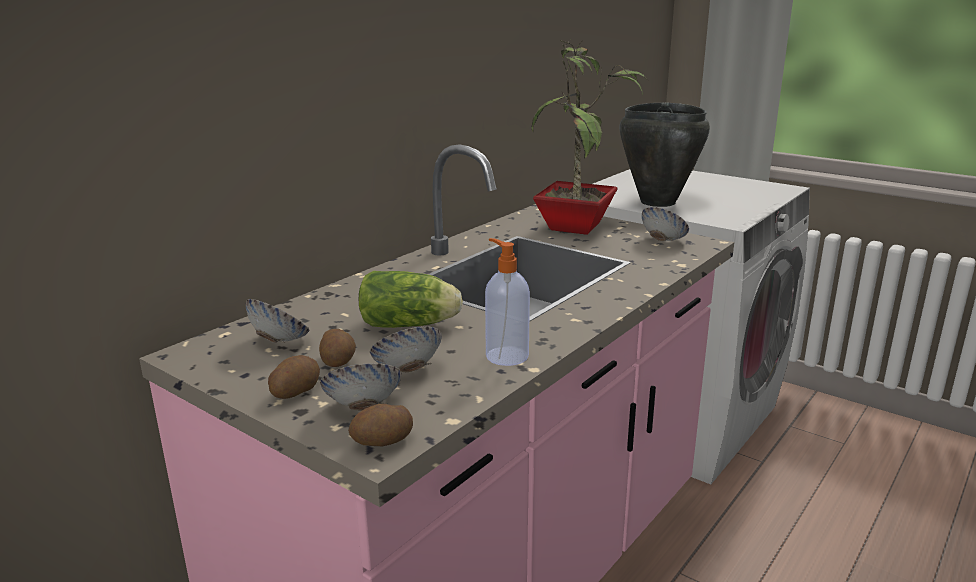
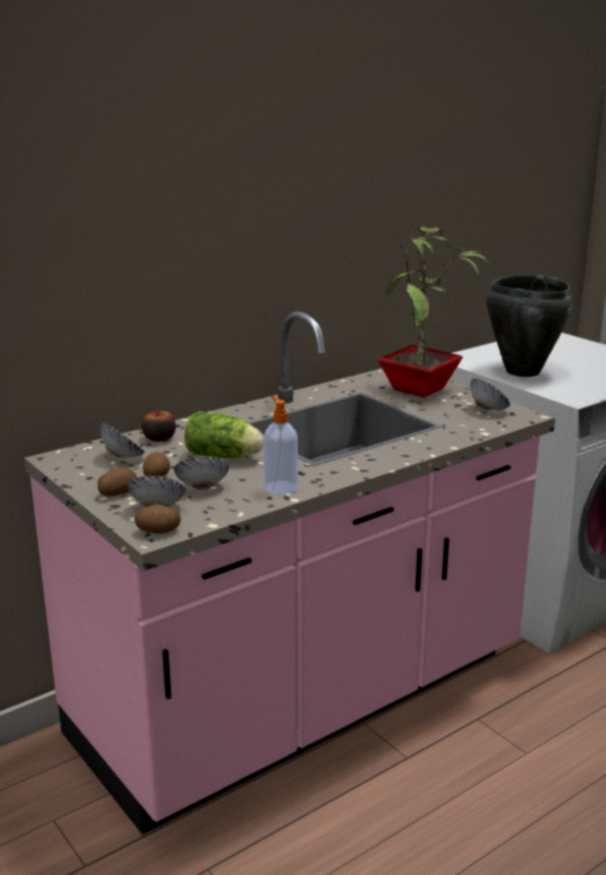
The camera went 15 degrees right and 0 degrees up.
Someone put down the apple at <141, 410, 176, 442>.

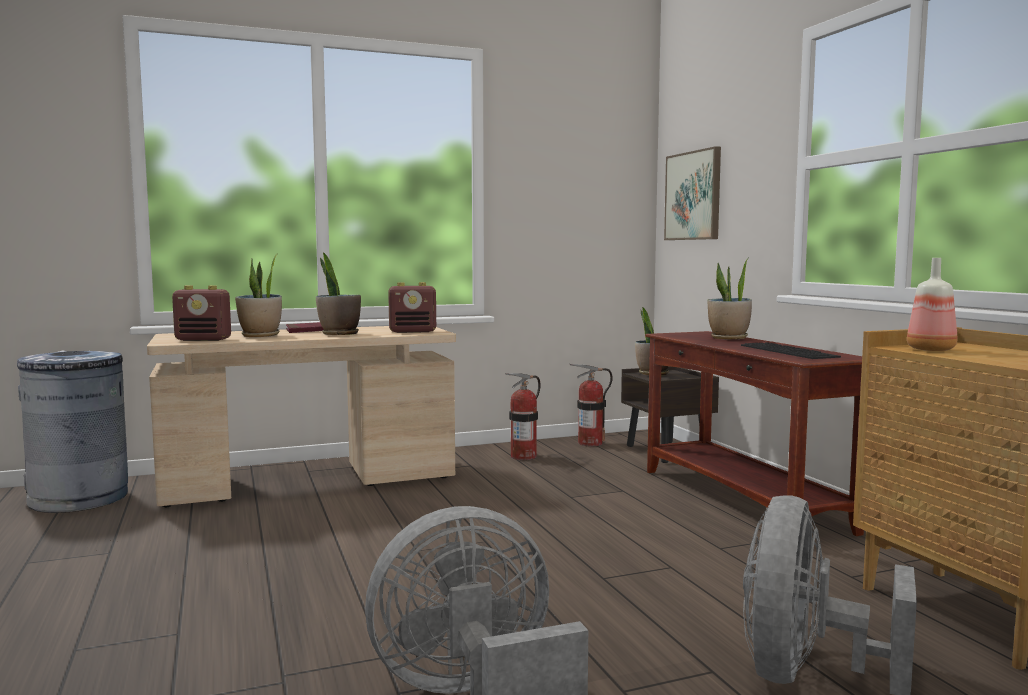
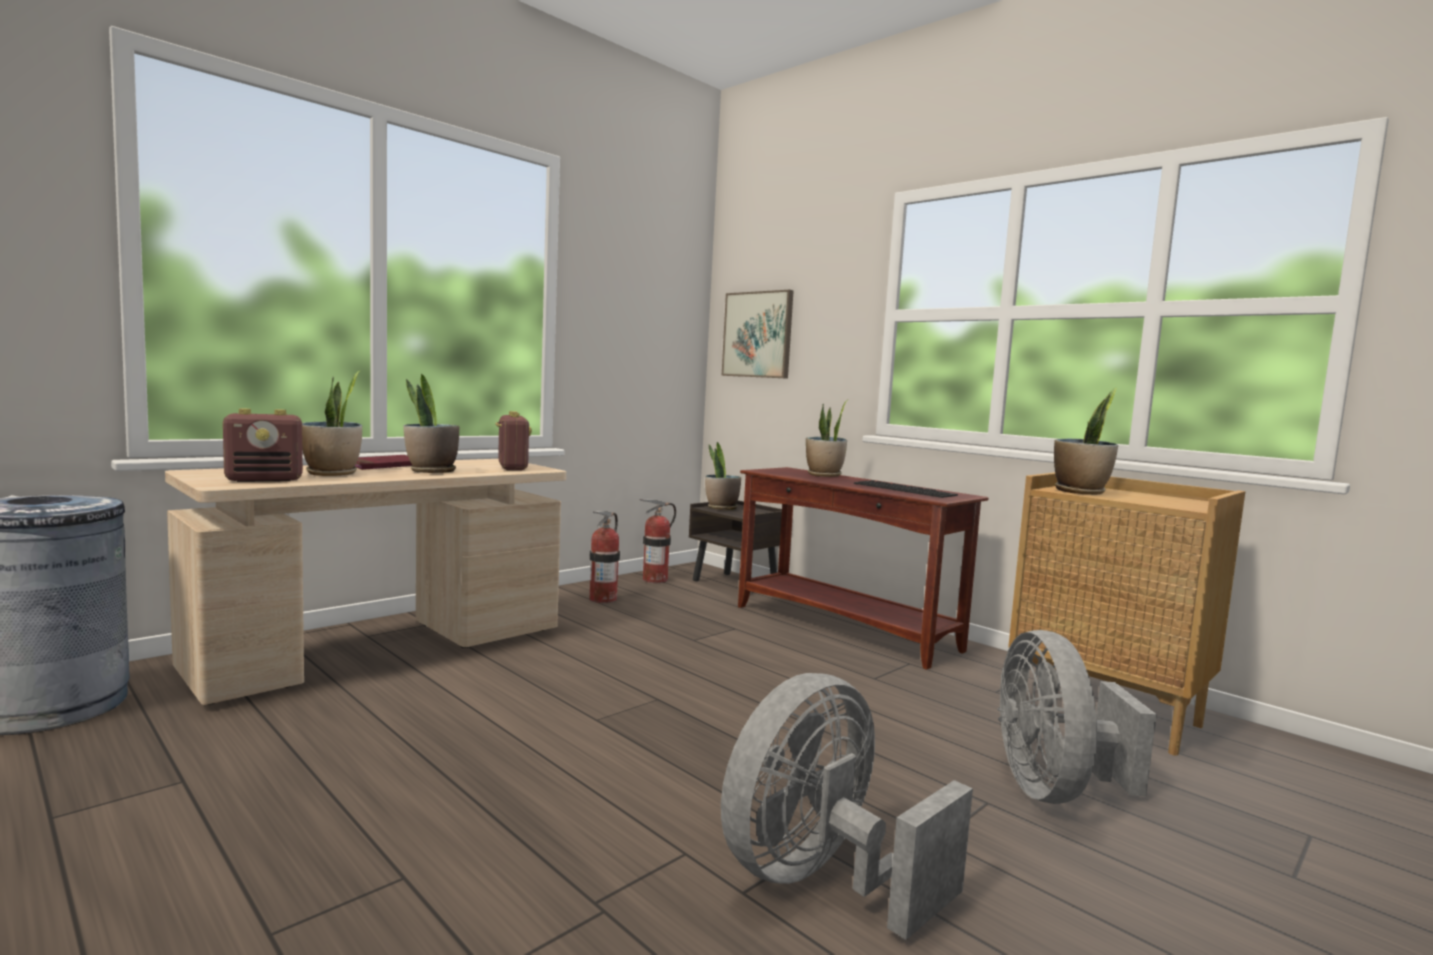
The camera went 25 degrees left and 0 degrees up.
Someone rotated the radio at <388, 282, 436, 333> by 75 degrees counterclockwise.
Someone swapped the bottle at <907, 258, 957, 351> for the potted plant at <1054, 388, 1118, 495>.

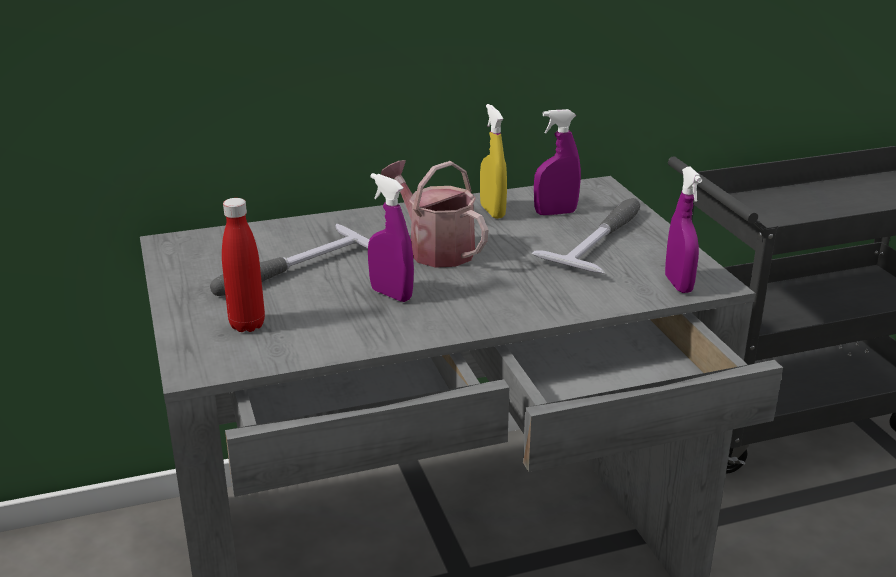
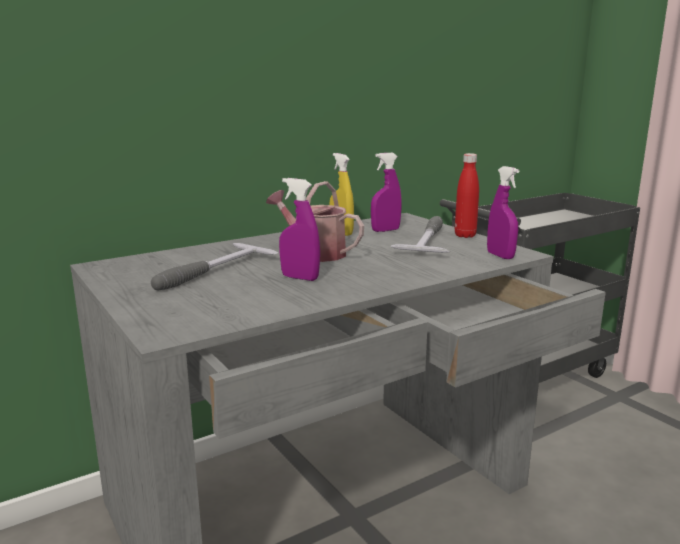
The camera went 15 degrees left and 10 degrees down.
Someone carried the bottle in red from <222, 198, 265, 332> to <455, 153, 479, 238>.

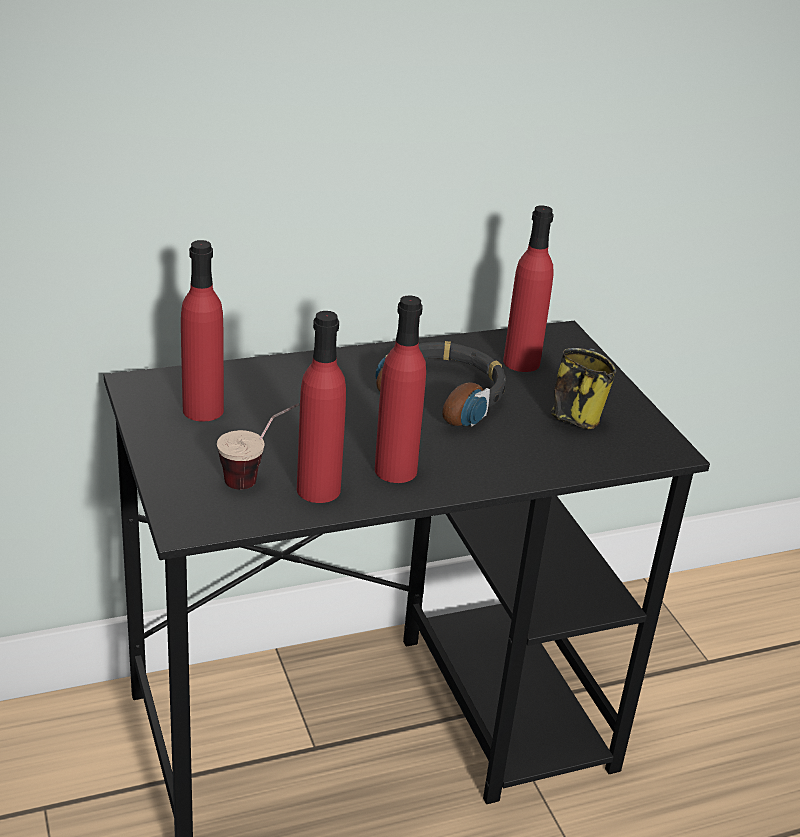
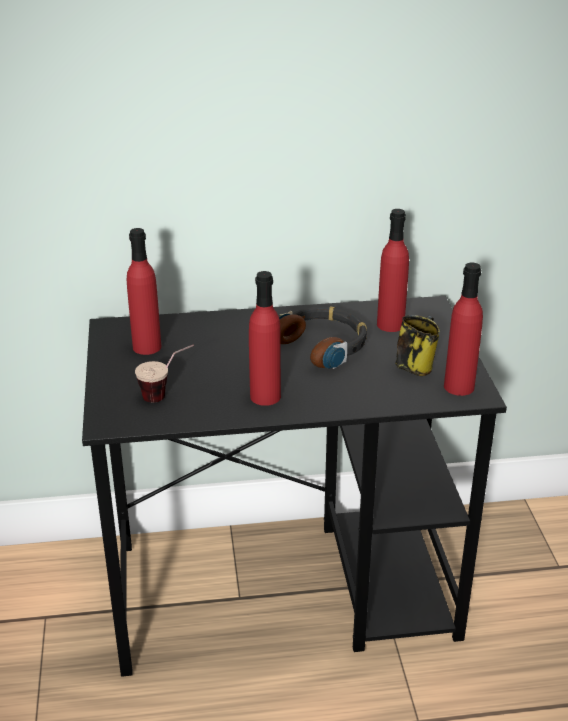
The camera went 15 degrees right and 0 degrees up.
Someone carried the bottle in red from <297, 311, 346, 503> to <444, 262, 483, 396>.

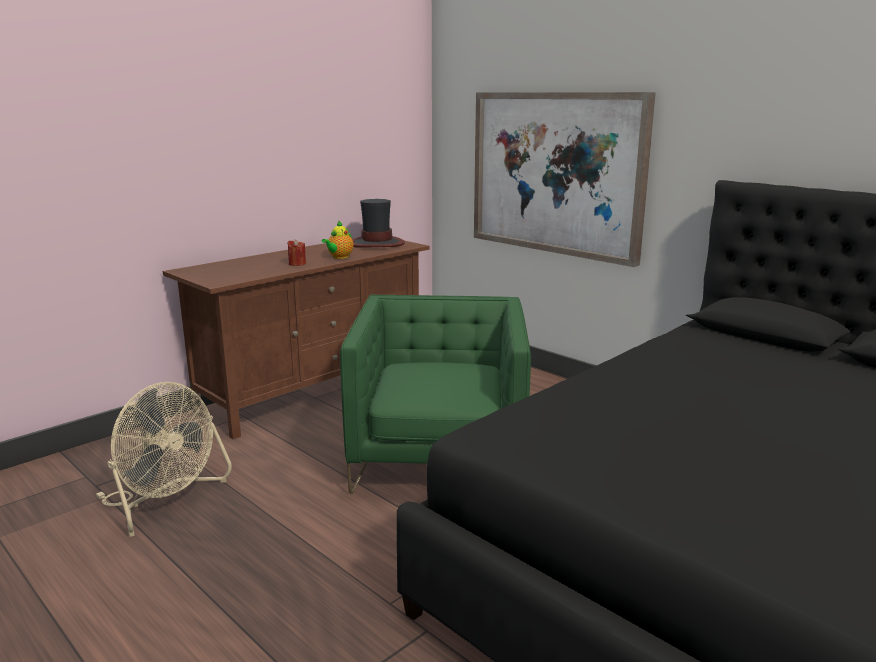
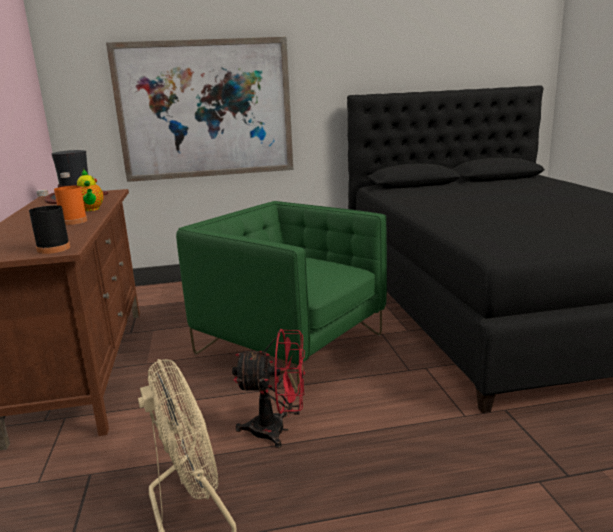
The camera went 55 degrees left and 0 degrees up.
Someone swapped the candle in red at <287, 239, 306, 266> for the bottle in orange at <54, 172, 87, 225>.
Someone put down the bottle in black at <29, 190, 70, 254>.
Someone put down the fan in red at <232, 329, 305, 448>.

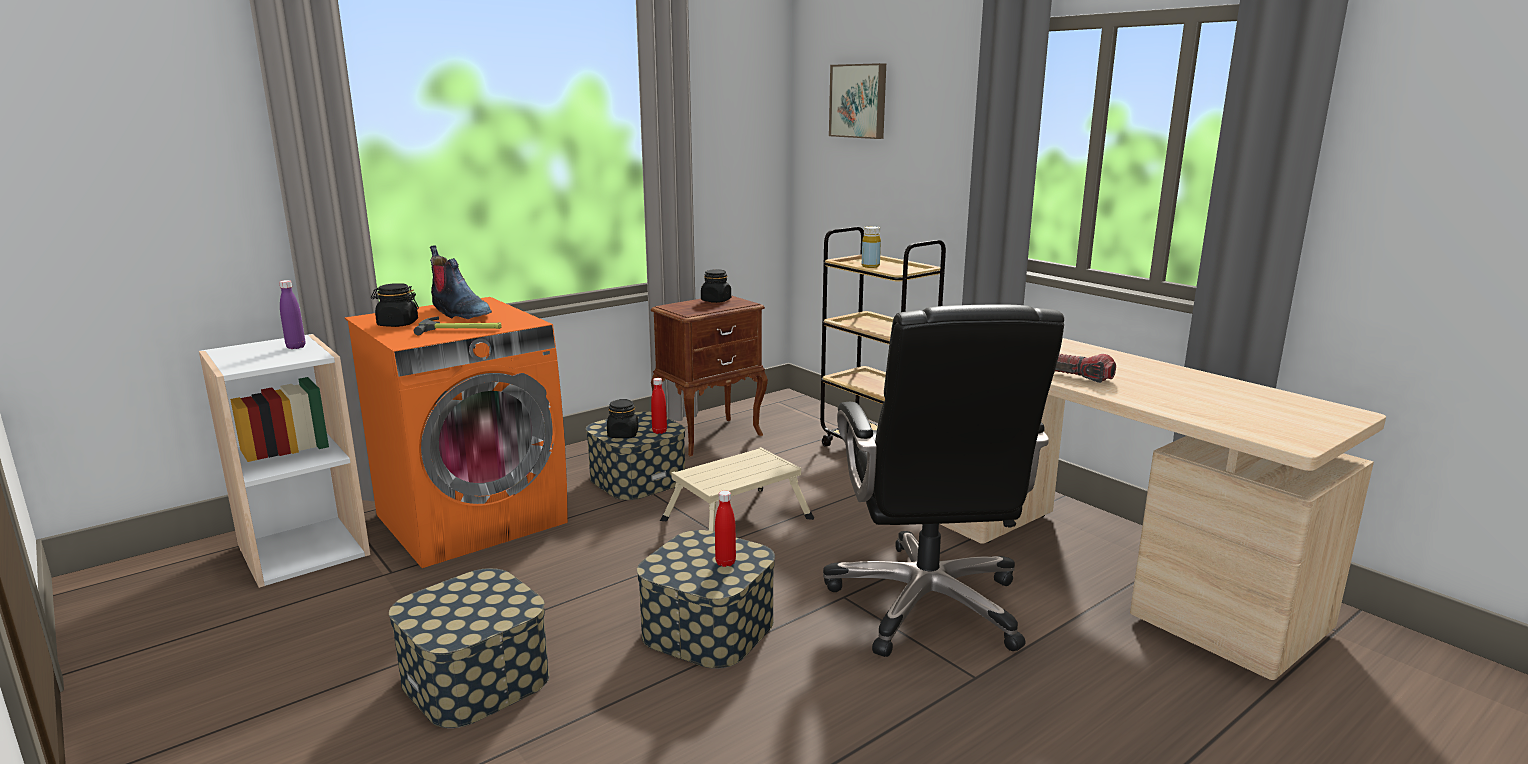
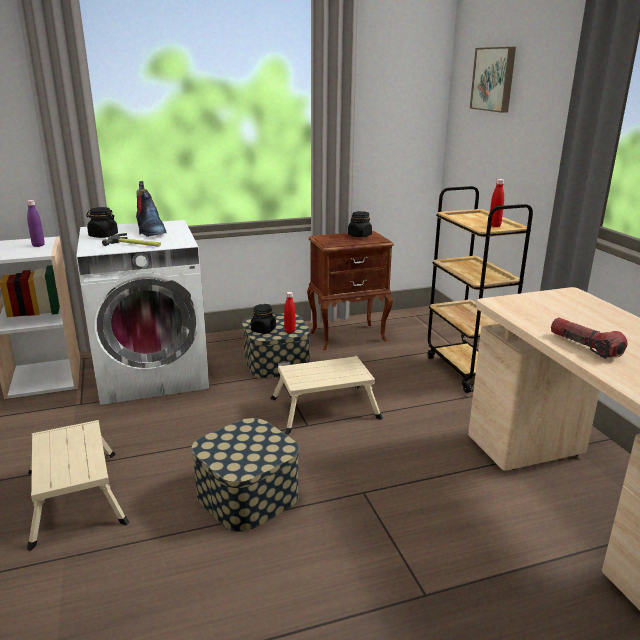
The camera went 20 degrees right and 5 degrees up.
Someone repainted the washing machine in orange at <345, 297, 568, 568>, which became the washing machine in white at <76, 220, 209, 405>.
Someone swapped the storage box at <389, 568, 550, 728> for the step ladder in beige at <27, 420, 130, 551>.
Someone carried the bottle in red from <715, 491, 736, 567> to <490, 179, 504, 227>.
Someone took away the office chair in black at <823, 305, 1064, 657>.
Someone took away the bottle in yellow at <862, 226, 881, 268>.

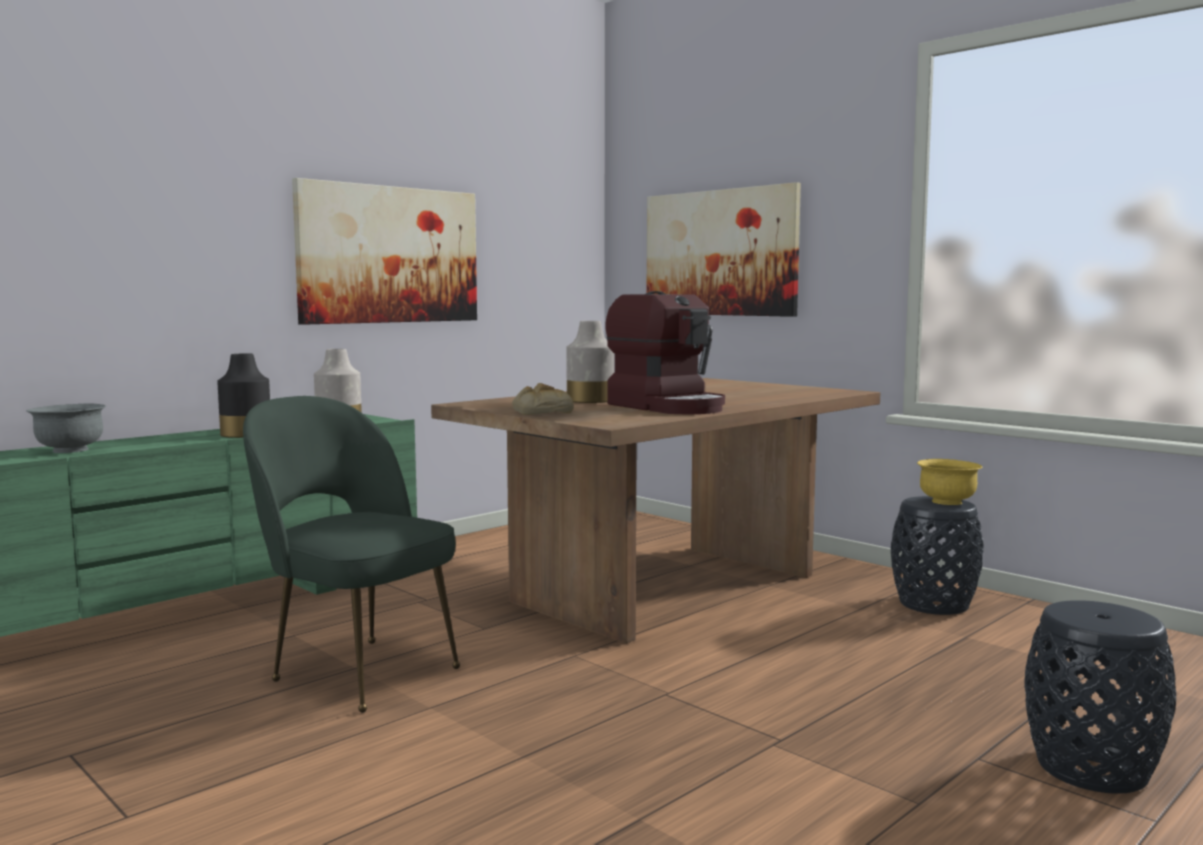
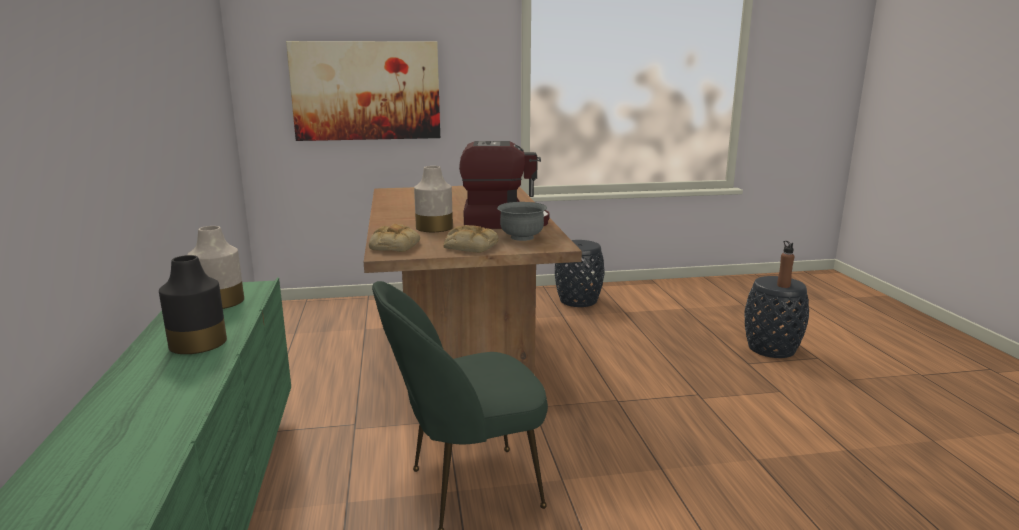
The camera went 55 degrees left and 10 degrees up.
Someone carried the bowl in grey from <26, 403, 106, 453> to <497, 202, 547, 241>.
Someone took away the picture at <292, 178, 477, 325>.
Someone took away the bowl in yellow at <917, 459, 982, 505>.
Someone put down the bread at <369, 224, 420, 252>.
Someone put down the bottle in brown at <777, 241, 794, 288>.

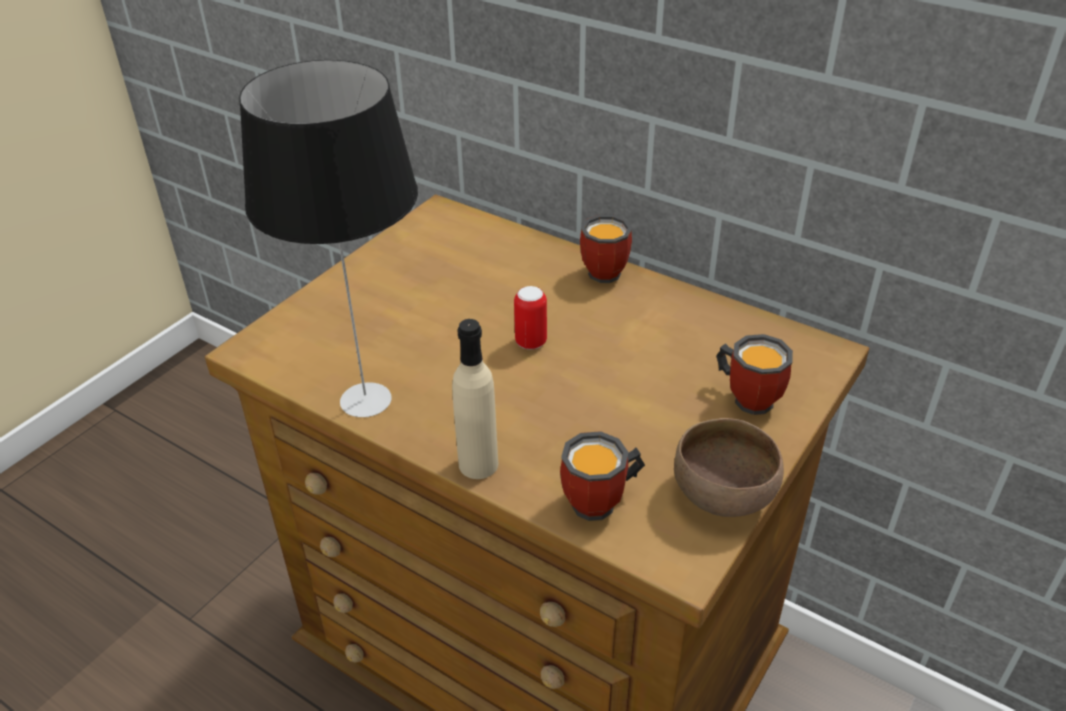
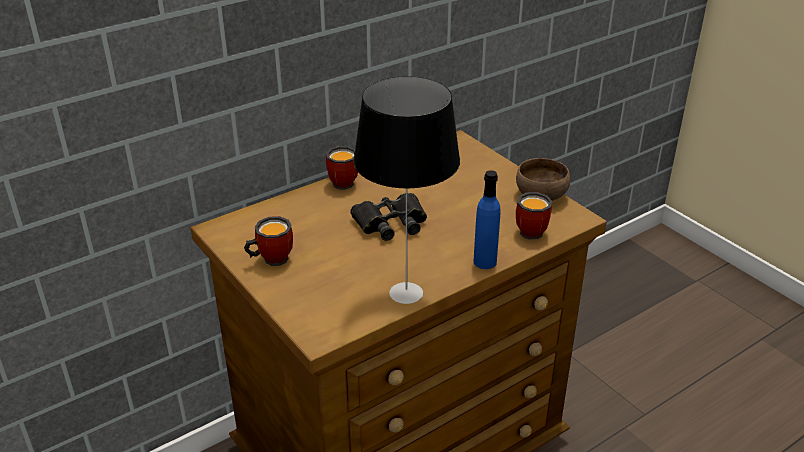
The camera went 70 degrees left and 5 degrees down.
Someone repainted the bottle in beige at <452, 319, 498, 479>, which became the bottle in blue at <473, 170, 501, 269>.
Someone swapped the can at <514, 286, 547, 350> for the binoculars in black at <350, 193, 427, 241>.
Someone carried the mug from <716, 334, 793, 415> to <244, 216, 293, 266>.

